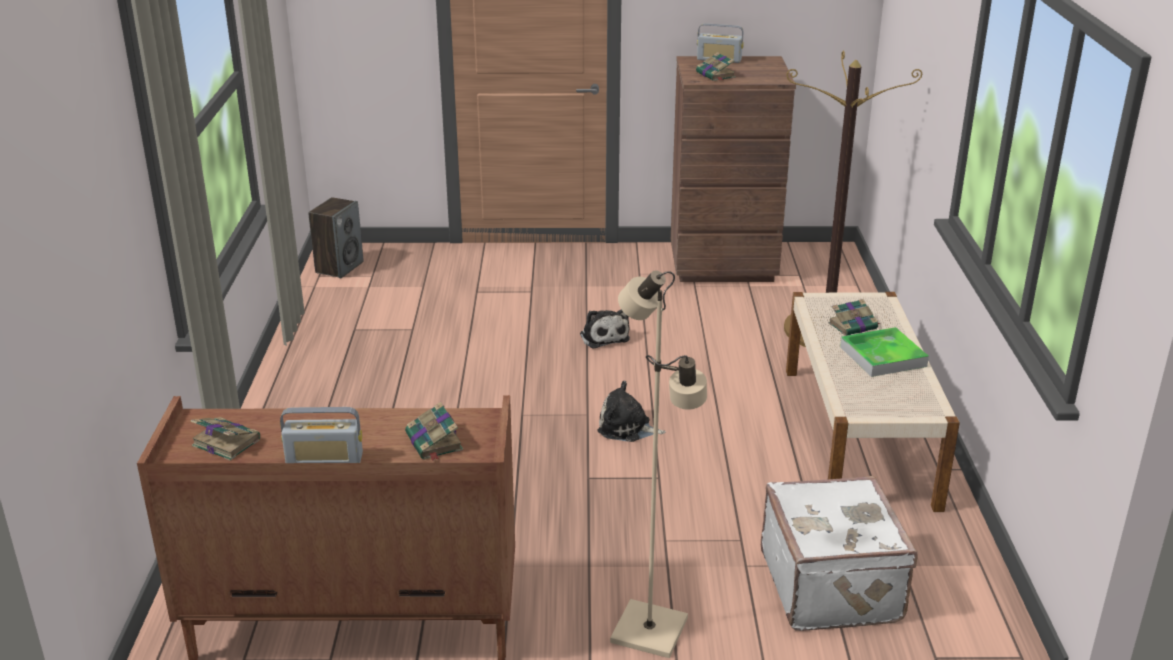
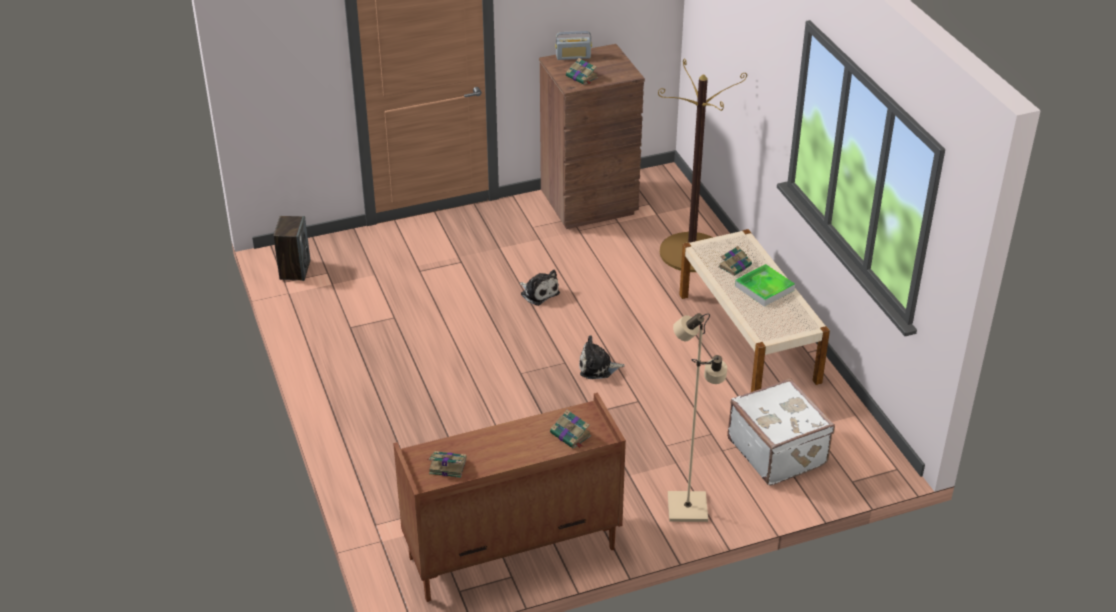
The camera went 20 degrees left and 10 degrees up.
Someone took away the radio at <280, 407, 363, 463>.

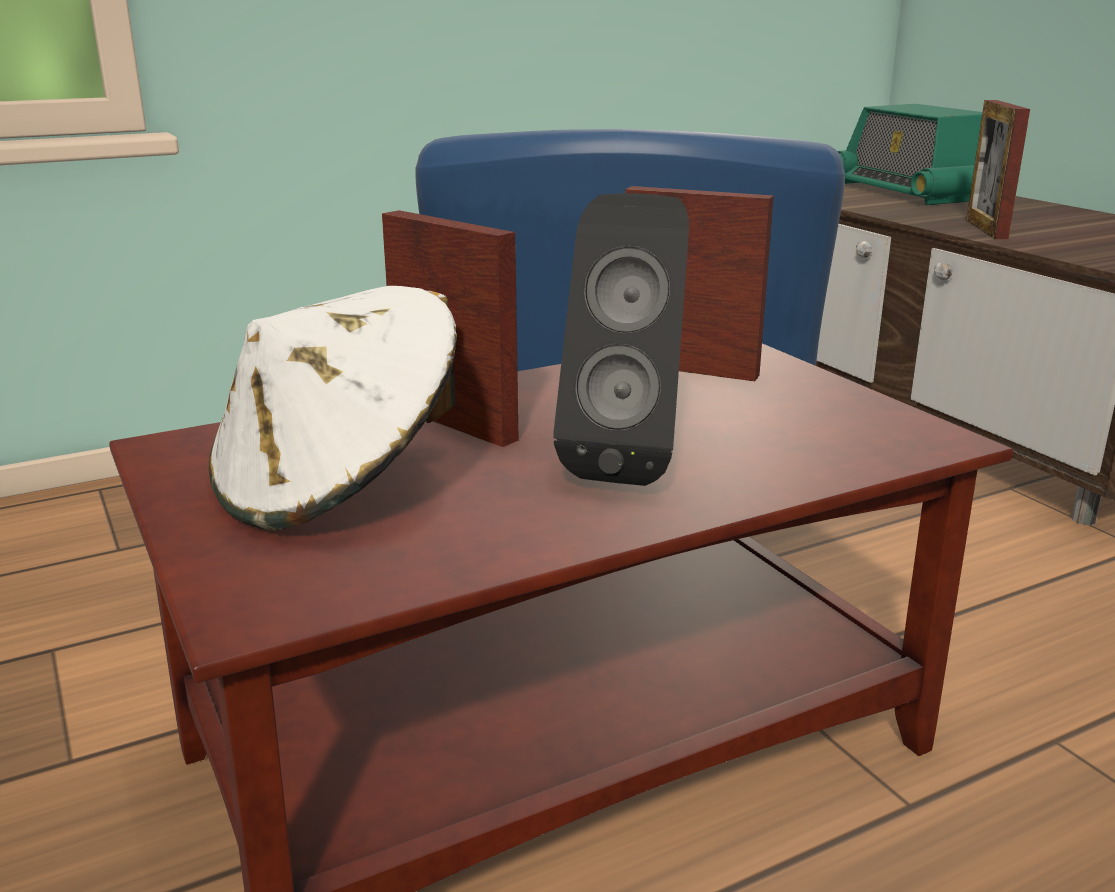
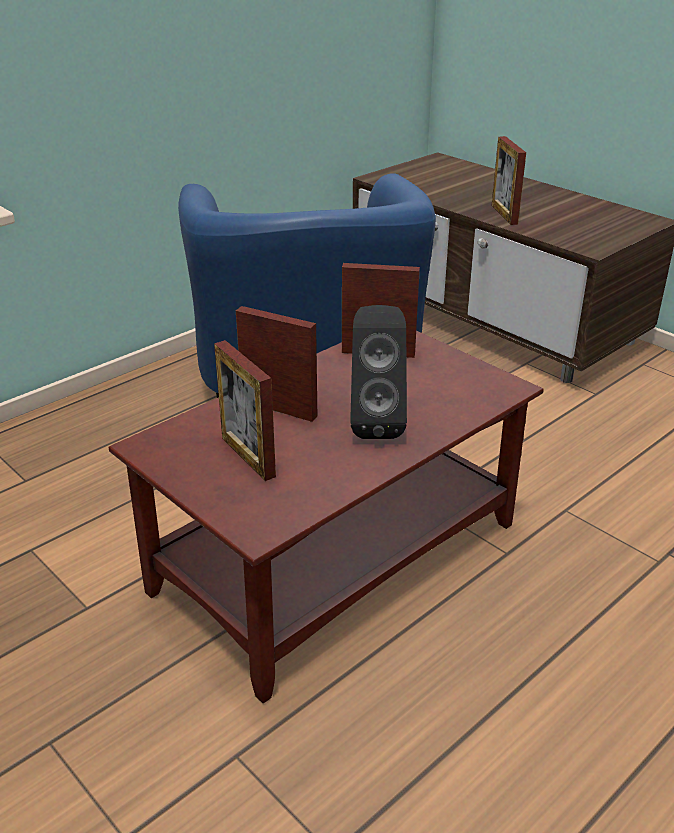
The camera went 15 degrees left and 10 degrees up.
Someone swapped the hat in white at <209, 286, 457, 530> for the picture frame at <214, 340, 276, 481>.
Someone took away the radio at <838, 104, 982, 205>.

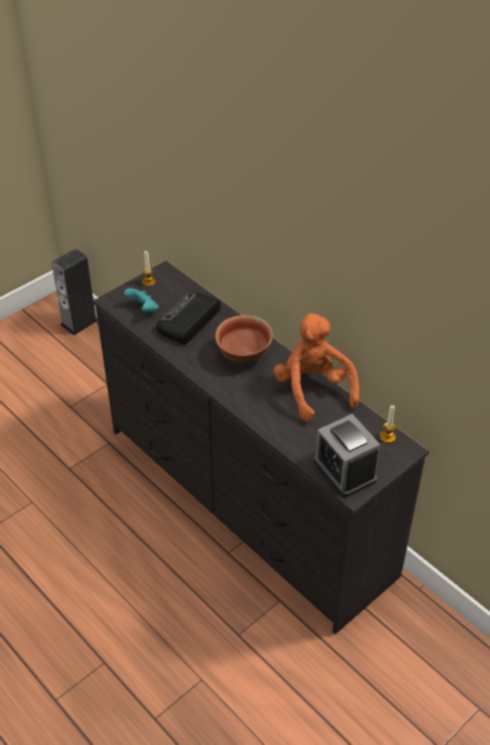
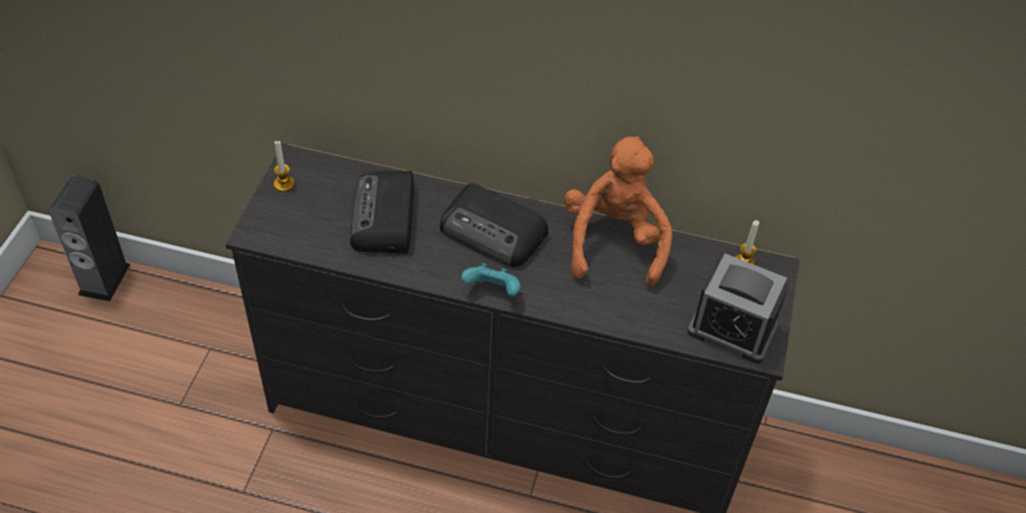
The camera went 35 degrees left and 5 degrees up.
Someone carried the game controller in turquoise from <124, 288, 158, 313> to <461, 263, 520, 296>.
Someone swapped the bowl at <215, 315, 273, 363> for the radio at <440, 183, 548, 267>.
Someone rotated the plush toy in orange at <273, 313, 359, 422> by 60 degrees clockwise.

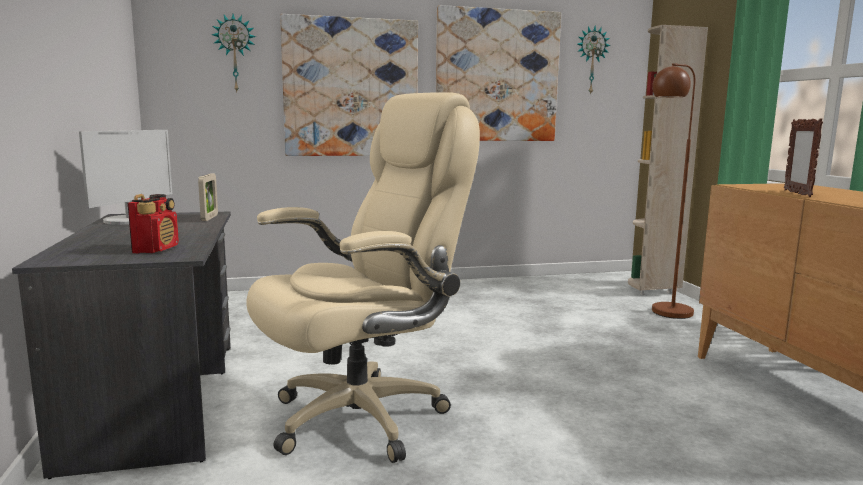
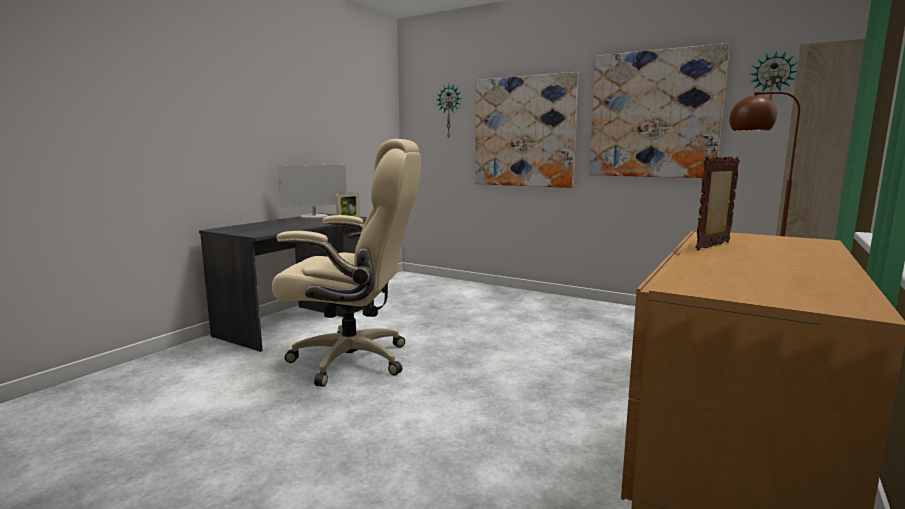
The camera went 45 degrees right and 0 degrees up.
Someone took away the radio at <128, 194, 179, 253>.

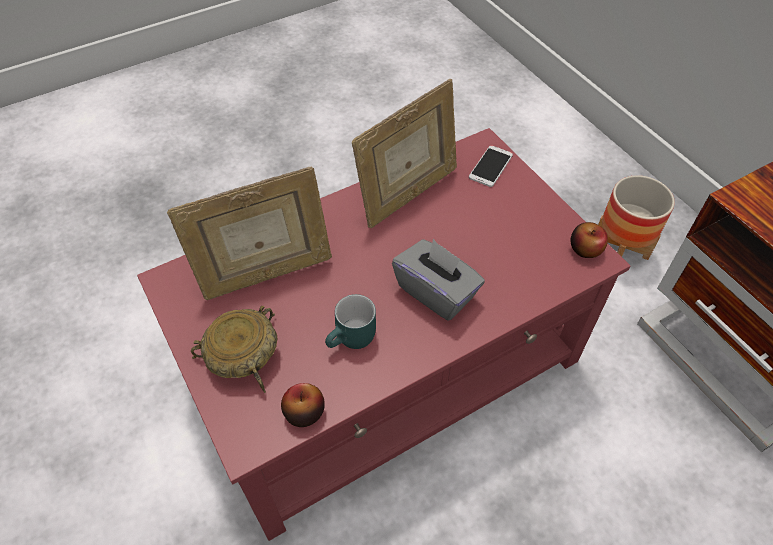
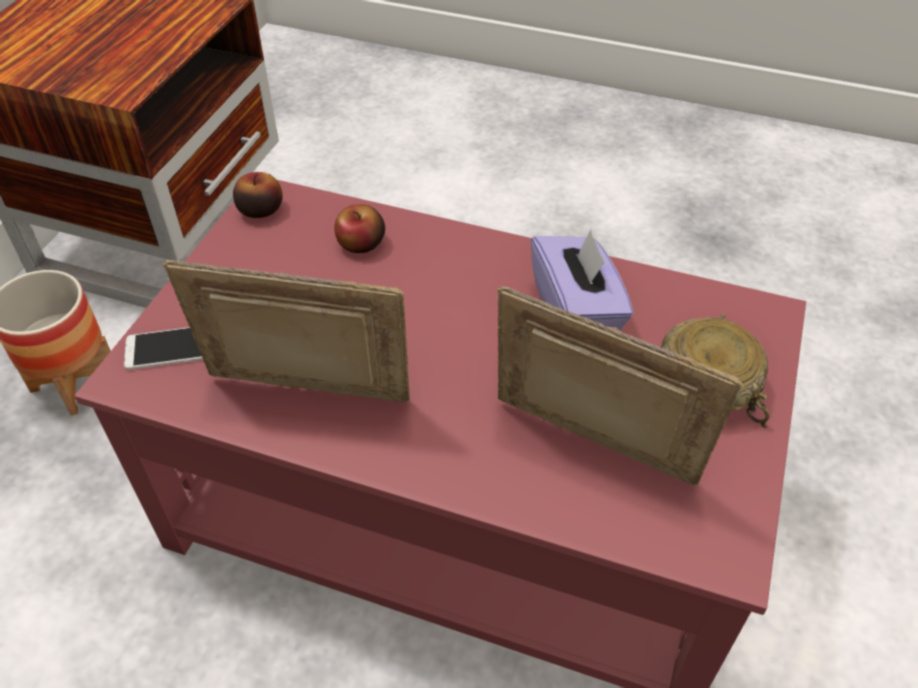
The camera went 130 degrees left and 5 degrees down.
Someone carried the apple from <281, 383, 325, 427> to <334, 204, 385, 253>.
Someone swapped the mug in turquoise at <325, 294, 376, 349> for the tissue box in purple at <531, 229, 633, 331>.
Someone took away the tissue box in grey at <392, 239, 485, 321>.

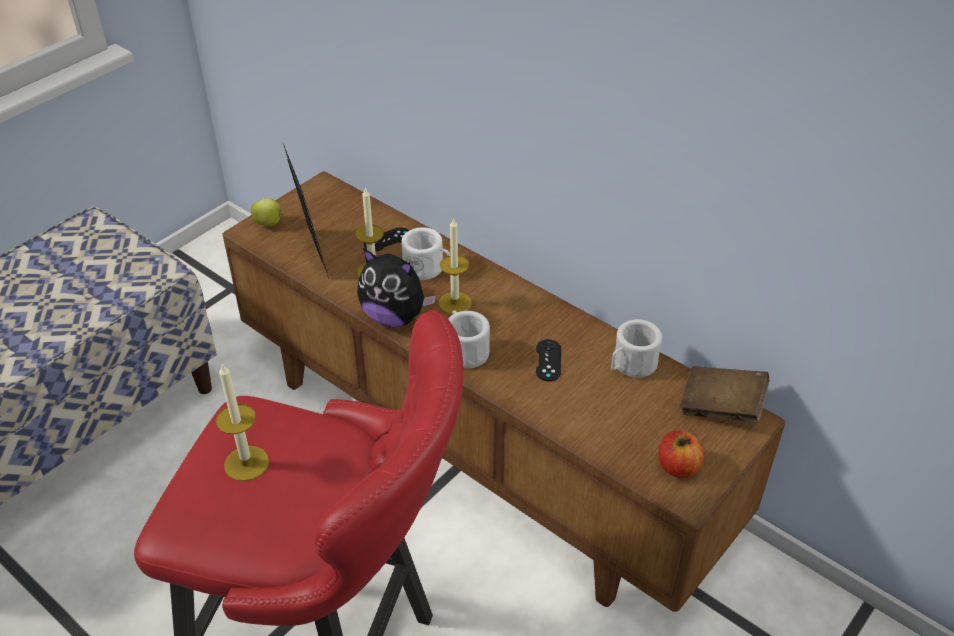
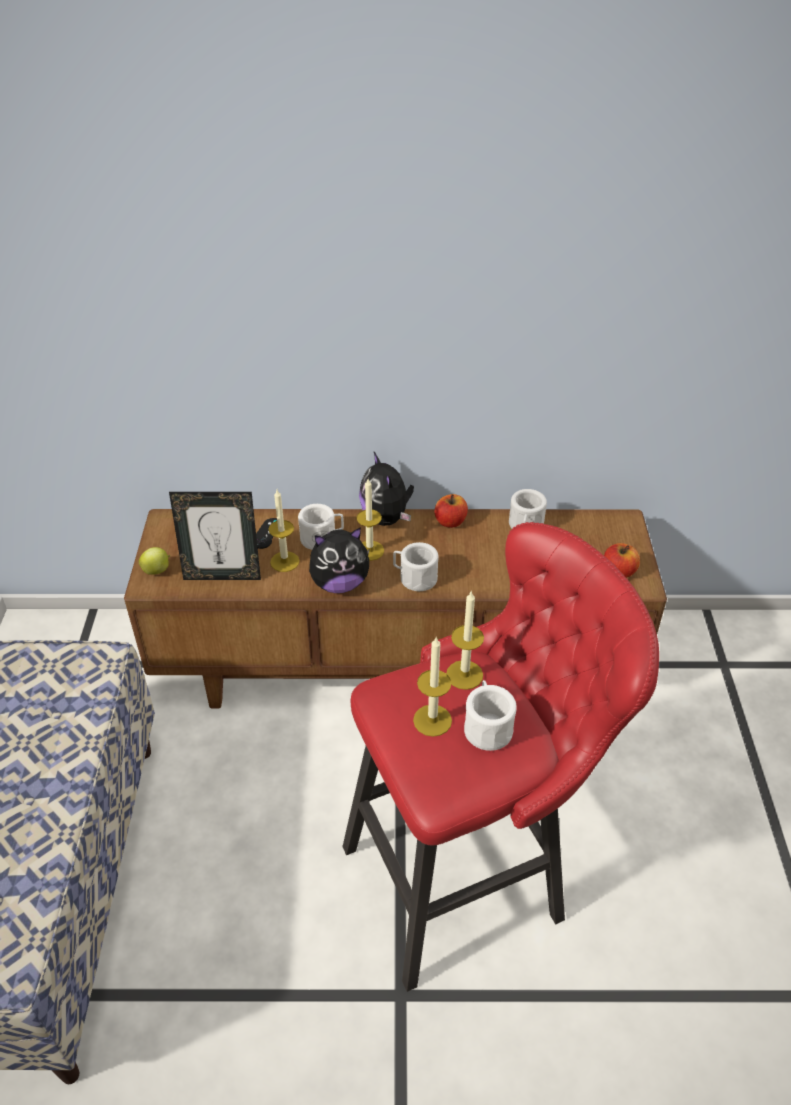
The camera went 40 degrees left and 0 degrees up.
Someone rotated the picture frame at <283, 144, 329, 278> by 150 degrees clockwise.
Someone took away the game controller in black at <536, 339, 561, 381>.
Someone took away the book in brown at <679, 366, 769, 423>.
Someone put down the plush toy at <359, 452, 414, 526>.
Someone put down the apple at <434, 494, 468, 528>.
Someone put down the candle at <446, 592, 484, 690>.
Someone put down the mug in white at <464, 680, 517, 751>.

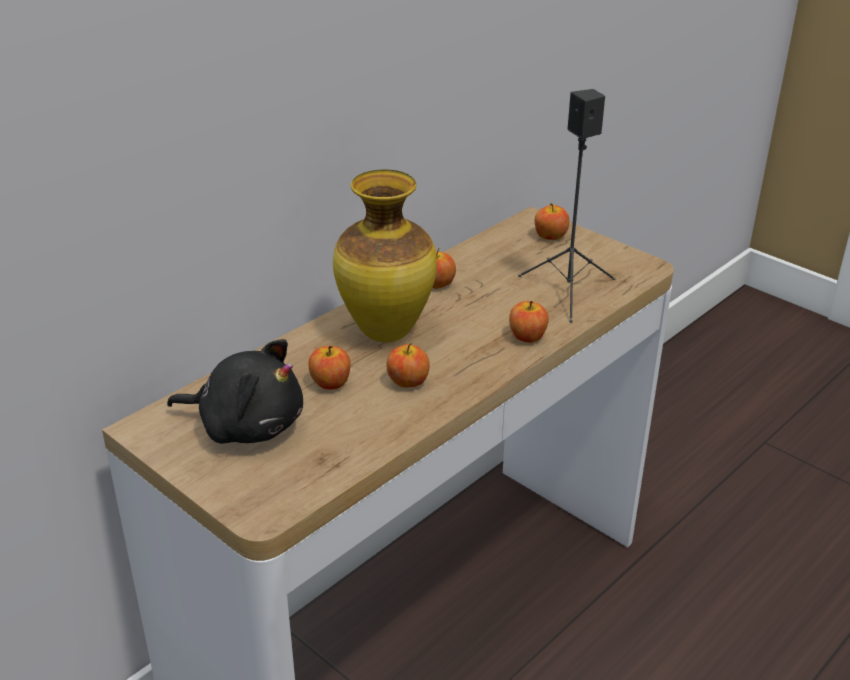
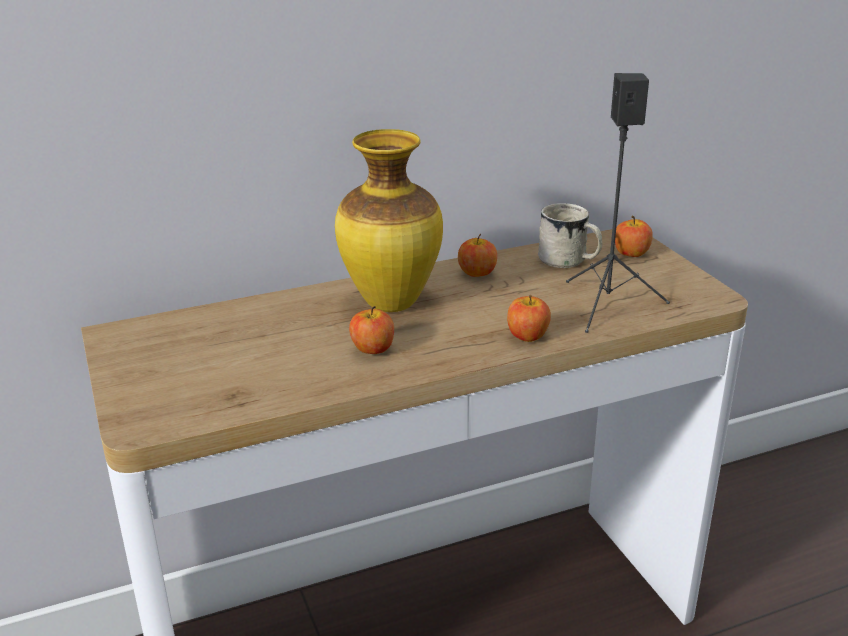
The camera went 25 degrees right and 5 degrees down.
Someone took away the plush toy in black at <167, 339, 303, 444>.
Someone took away the apple at <308, 346, 351, 390>.
Someone put down the mug in white at <538, 203, 603, 268>.

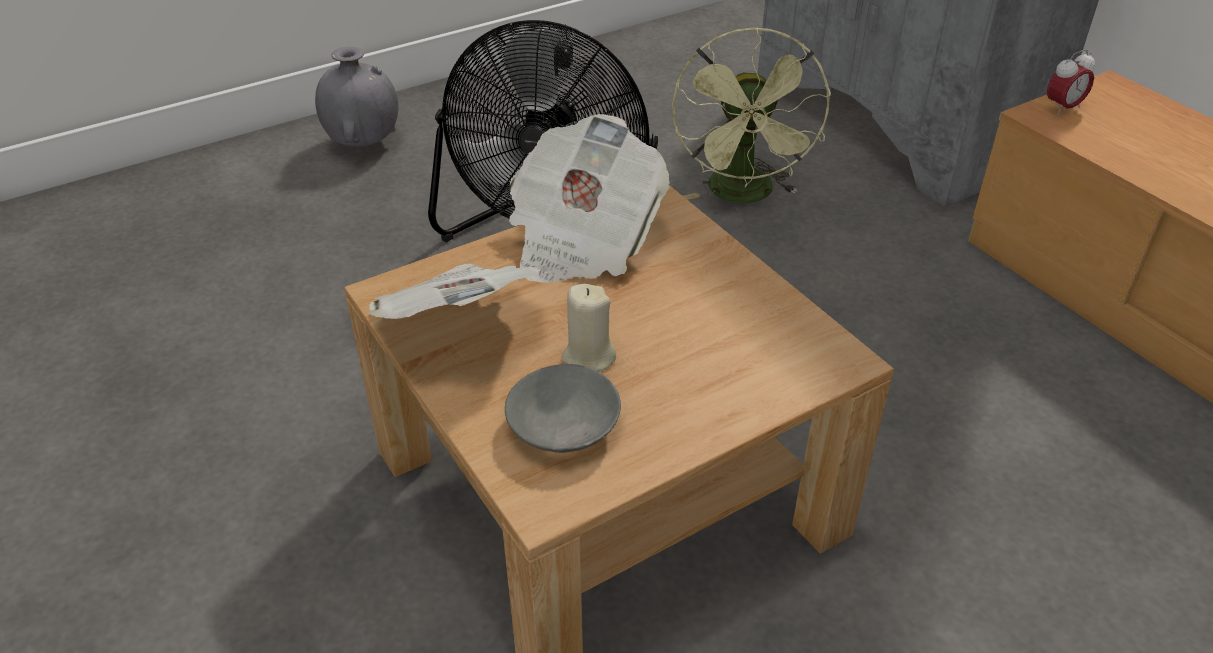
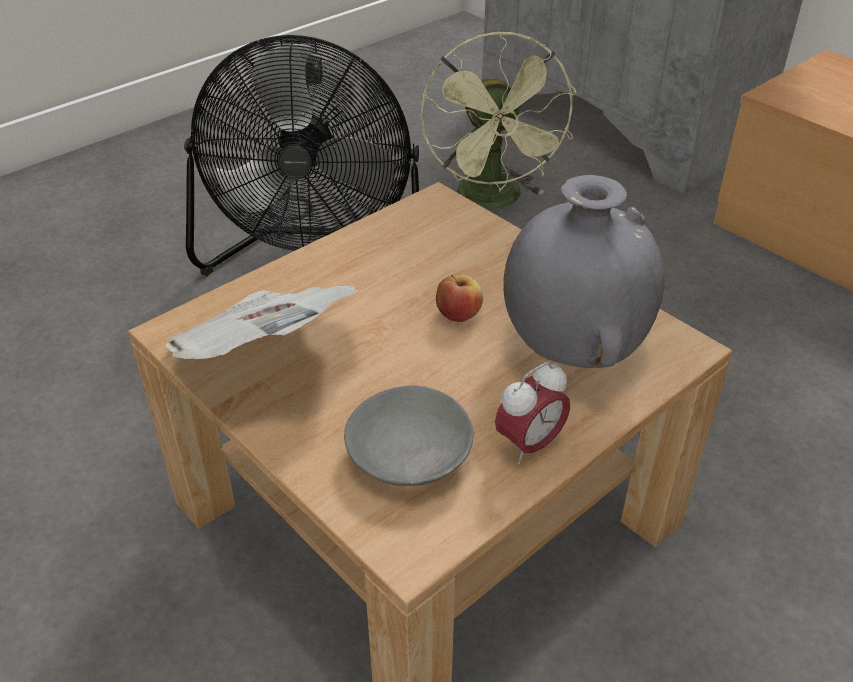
The camera went 10 degrees left and 0 degrees up.
Someone carried the vase in grey from <315, 47, 399, 147> to <503, 175, 665, 368>.
Someone took away the newspaper at <509, 114, 670, 283>.
Someone took away the candle in beige at <561, 284, 616, 372>.
Someone carried the alarm clock from <1047, 49, 1095, 115> to <495, 362, 570, 464>.
Someone put down the apple at <436, 274, 483, 322>.

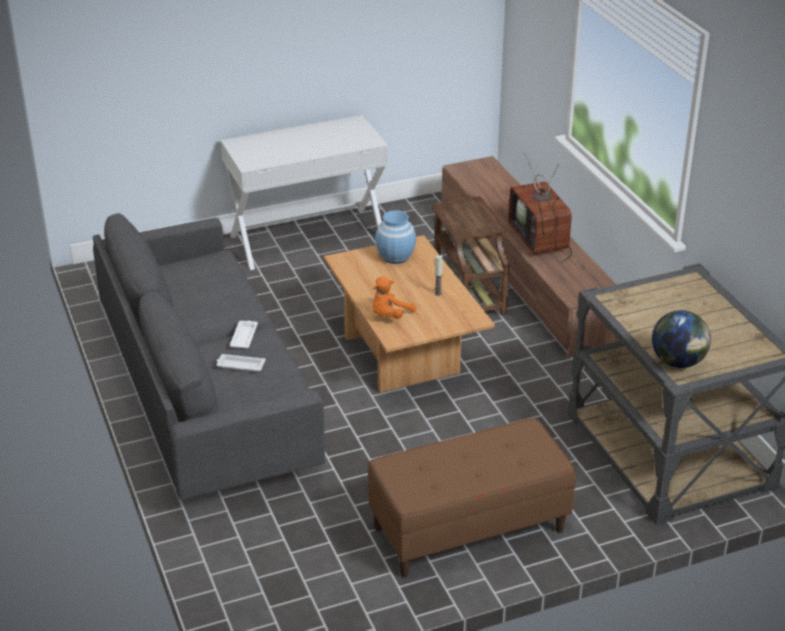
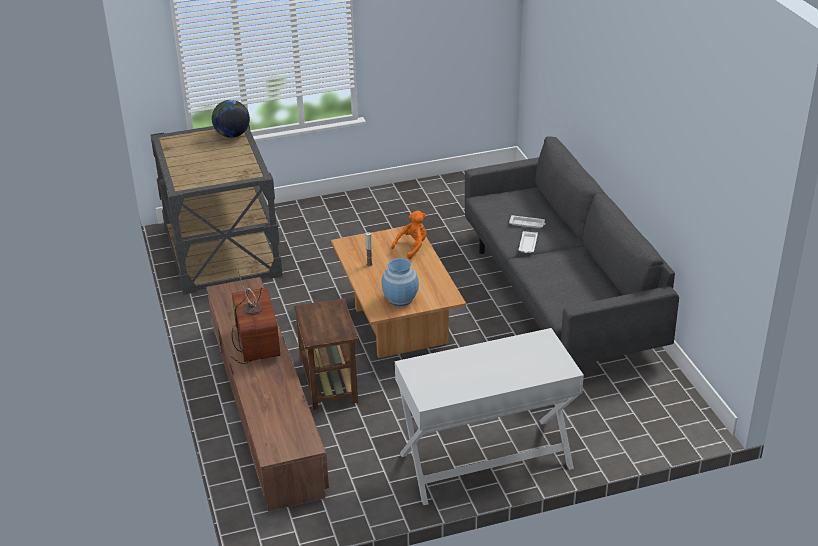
The camera went 175 degrees left and 0 degrees up.
Someone took away the bench in brown at <368, 418, 576, 578>.

